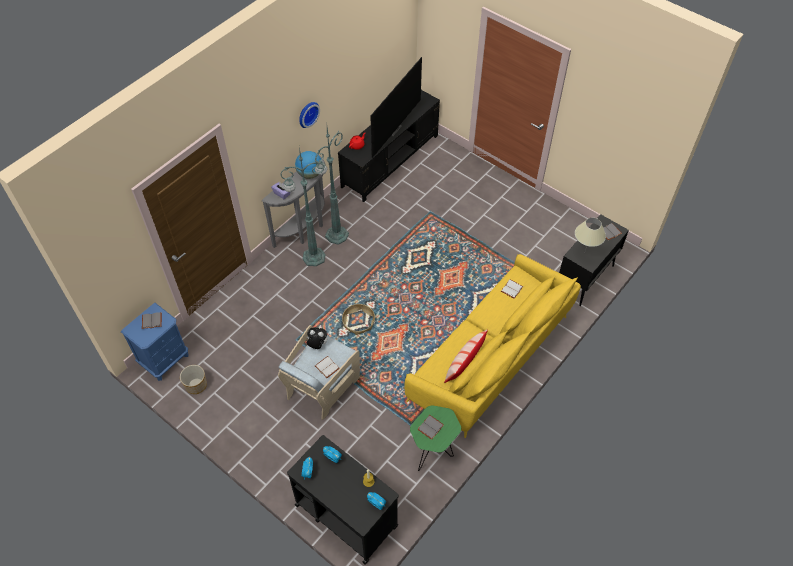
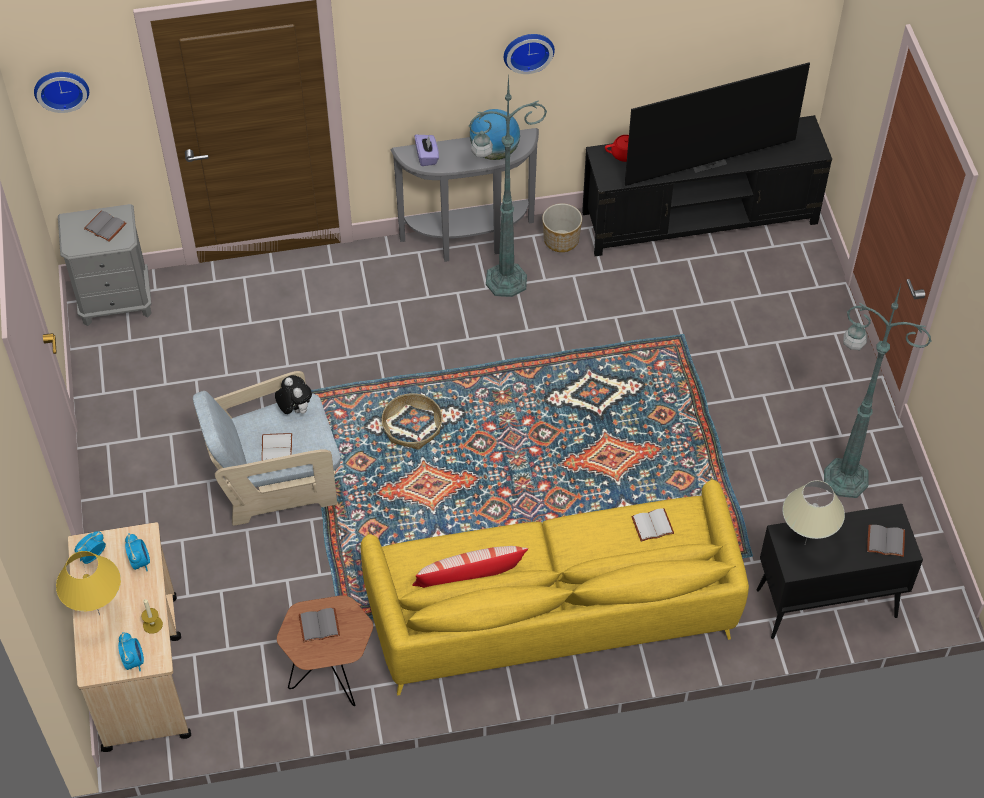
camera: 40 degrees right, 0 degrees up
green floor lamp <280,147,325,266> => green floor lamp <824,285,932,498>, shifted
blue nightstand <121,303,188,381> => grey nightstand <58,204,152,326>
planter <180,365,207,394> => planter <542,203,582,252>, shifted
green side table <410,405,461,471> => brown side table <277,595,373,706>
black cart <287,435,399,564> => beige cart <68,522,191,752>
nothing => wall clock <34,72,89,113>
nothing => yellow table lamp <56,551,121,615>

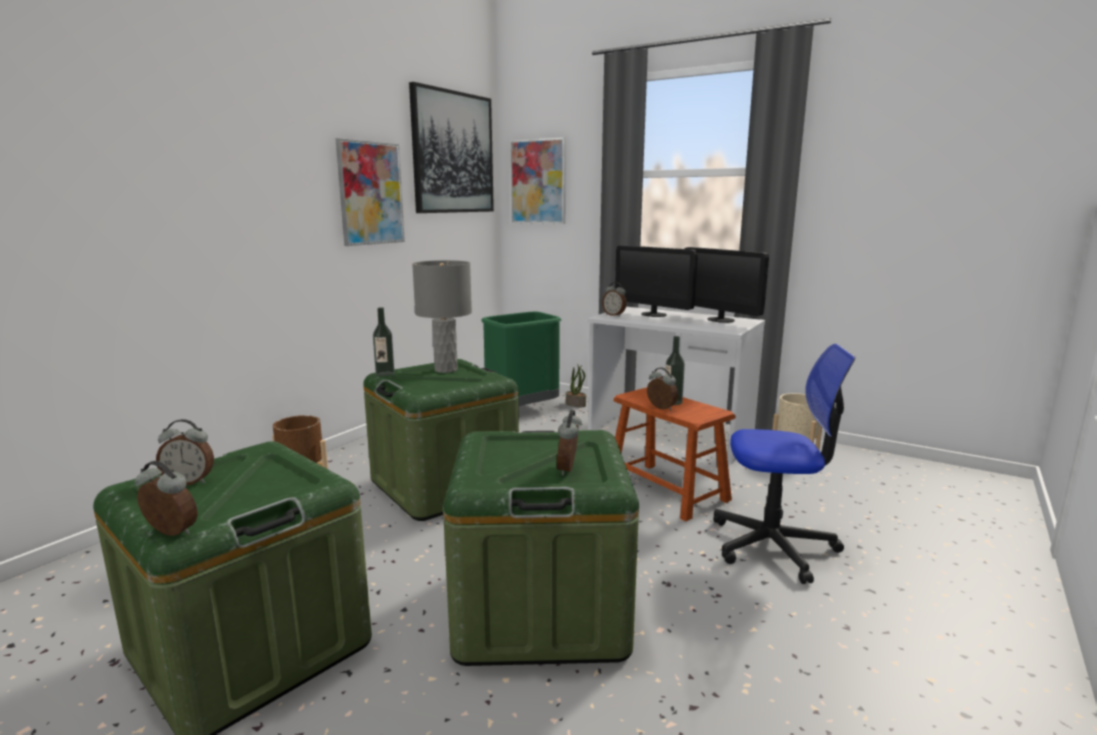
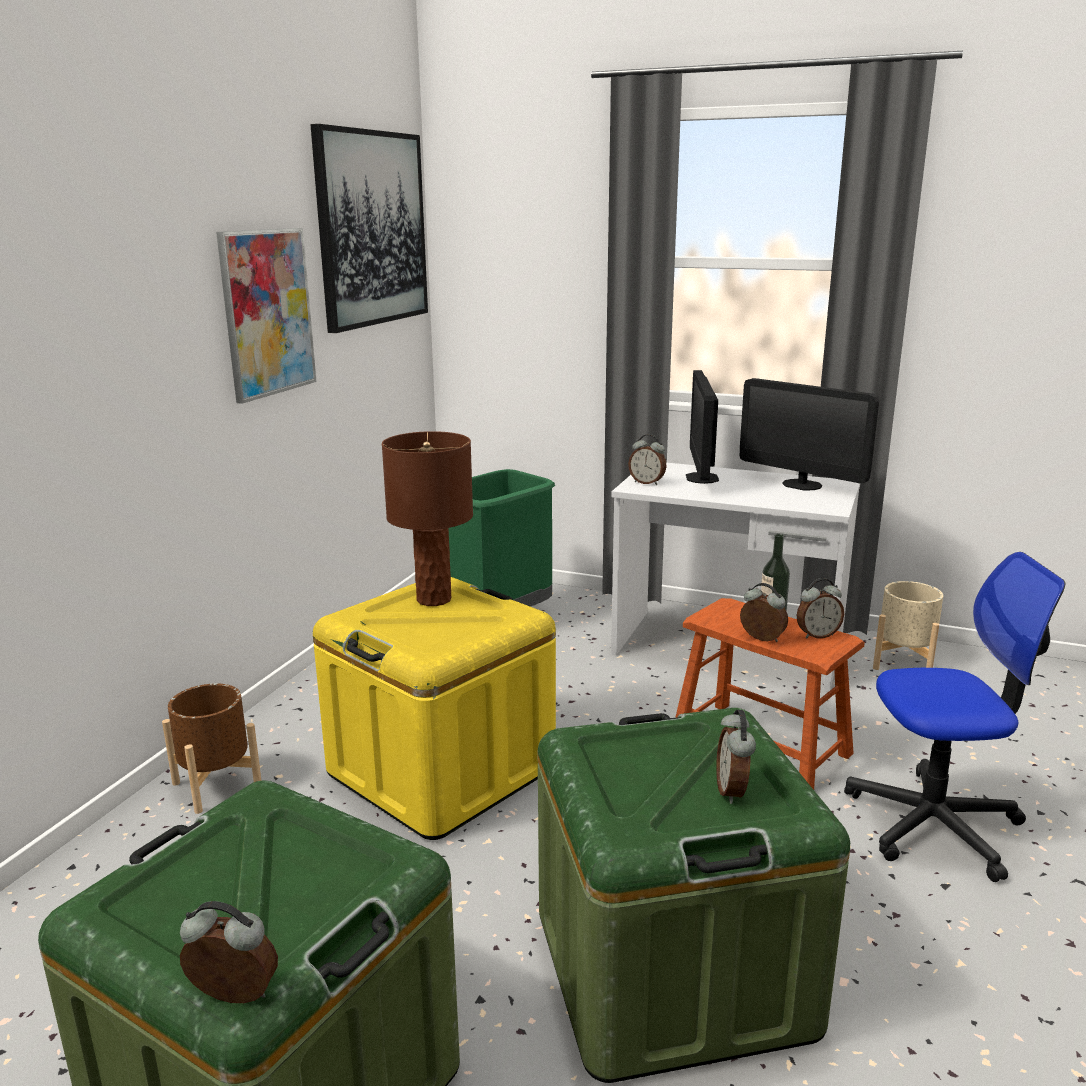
camera: 10 degrees left, 5 degrees up
picture <510,137,566,224> => nothing
monitor <615,245,698,317> => monitor <686,370,719,484>, 60 degrees clockwise
grey table lamp <412,260,472,373> => brown table lamp <382,431,473,606>
bottle <373,307,394,377> => nothing
green storage box <363,359,519,521> => yellow storage box <313,577,556,840>
potted plant <566,364,586,407> => nothing
alarm clock <156,419,214,486> => alarm clock <797,578,844,639>, shifted

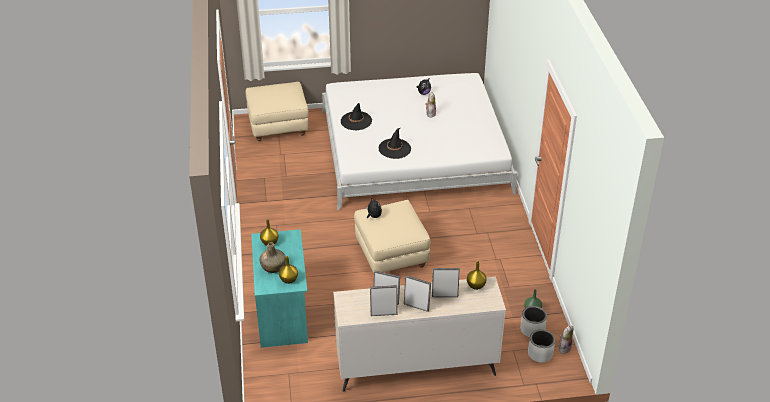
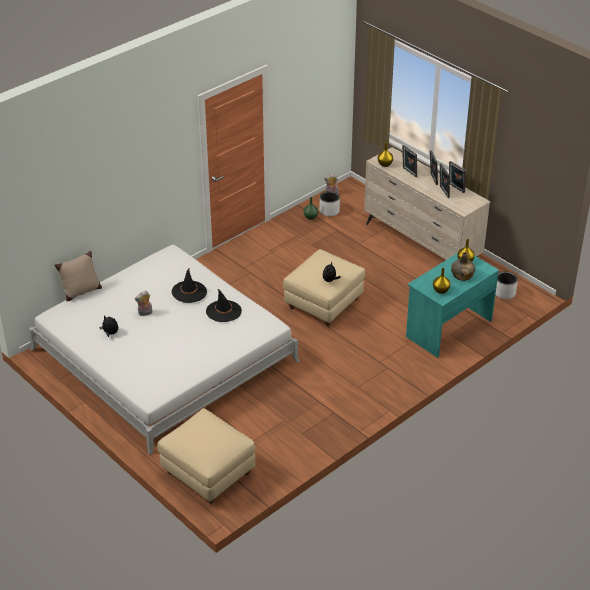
camera: 125 degrees left, 0 degrees up
black hat <341,103,372,130> => black hat <171,267,207,303>, shifted
white planter <528,329,555,362> => white planter <495,271,518,299>, shifted
nothing => beige pillow <54,251,102,302>

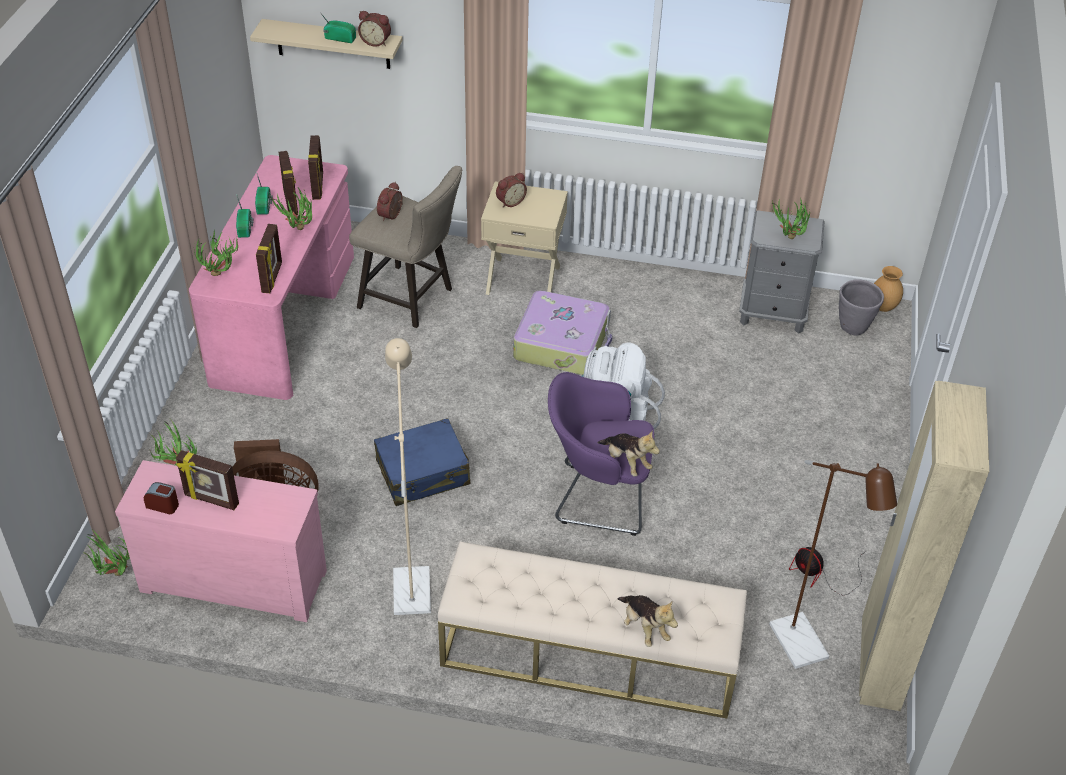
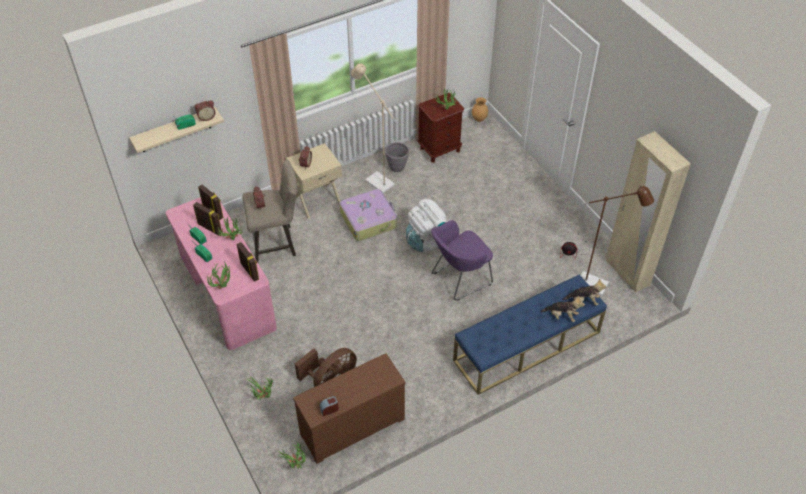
camera: 40 degrees left, 5 degrees up
grey nightstand <739,210,825,334> => brown nightstand <417,93,464,163>
grey planter <839,279,884,335> => grey planter <385,142,409,172>, shifted
beige floor lamp <385,338,431,615> => beige floor lamp <351,63,397,193>, shifted
blue suitcase <374,418,470,506> => nothing
plush toy <597,430,660,476> => plush toy <563,279,606,305>, shifted
picture frame <176,450,239,510> => nothing
pink dresser <115,460,327,622> => brown dresser <293,353,405,464>
beige bench <438,541,747,719> => blue bench <453,275,607,395>

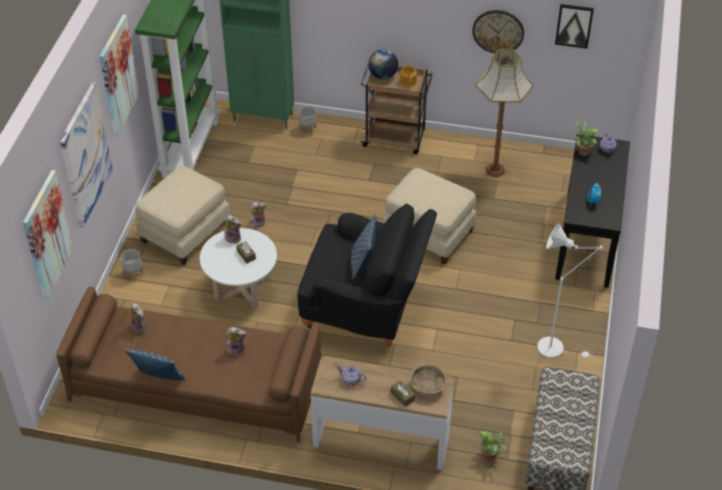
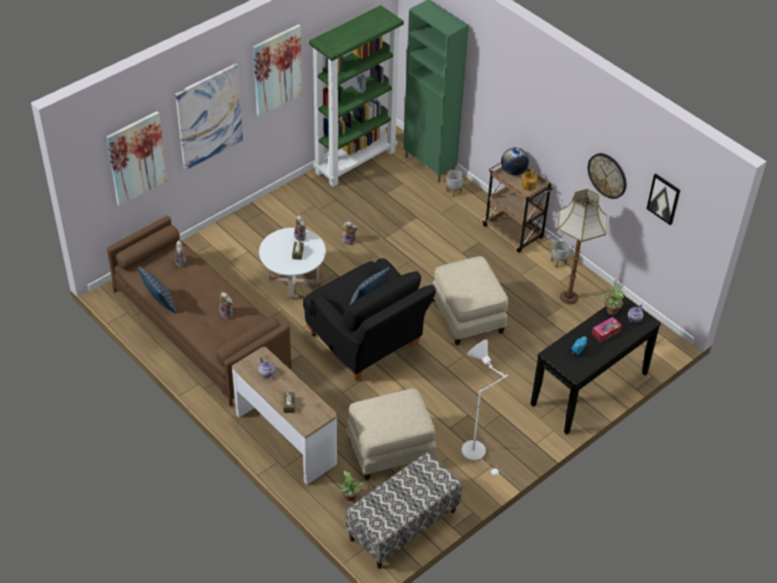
camera: 35 degrees right, 0 degrees up
beige ottoman <135,166,231,265> => beige ottoman <346,389,437,481>, shifted
grey planter <121,249,144,281> => grey planter <551,240,570,268>, shifted
beige bowl <410,364,447,395> => nothing
nothing => tissue box <592,317,622,342>

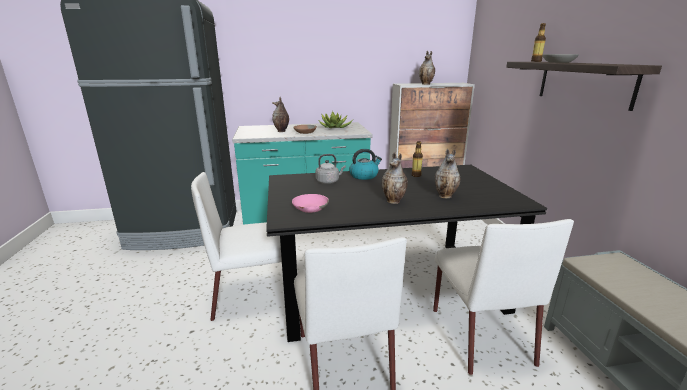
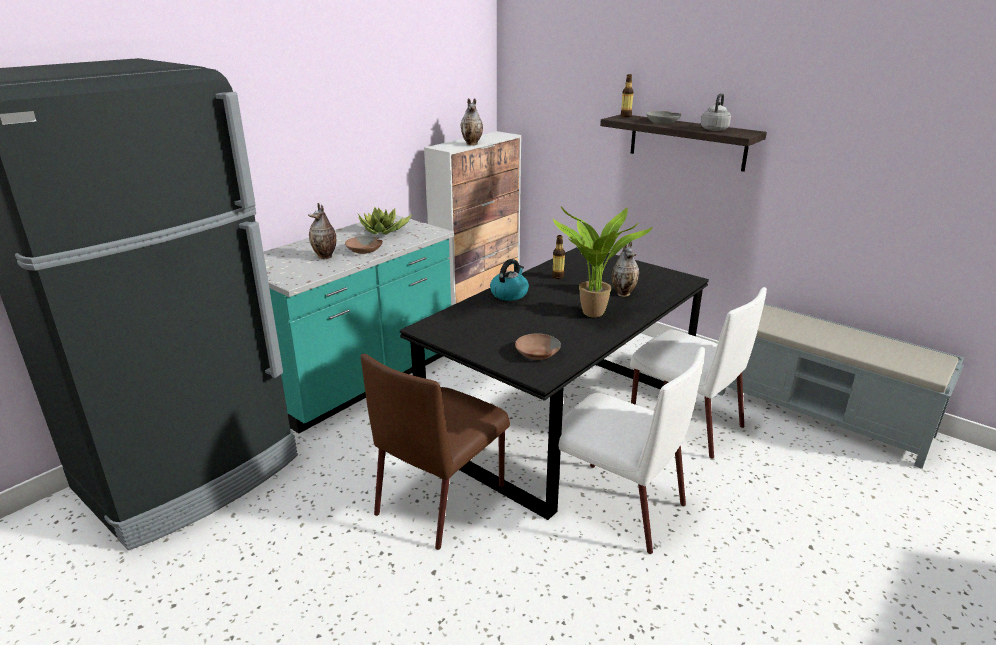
camera: 40 degrees left, 5 degrees up
vase <382,152,408,204> => potted plant <553,206,653,318>
grey kettle <315,154,346,184> => grey kettle <701,93,731,131>, shifted
white chair <191,172,282,321> => brown chair <361,354,510,550>
pink bowl <292,194,329,213> => brown bowl <515,334,561,360>

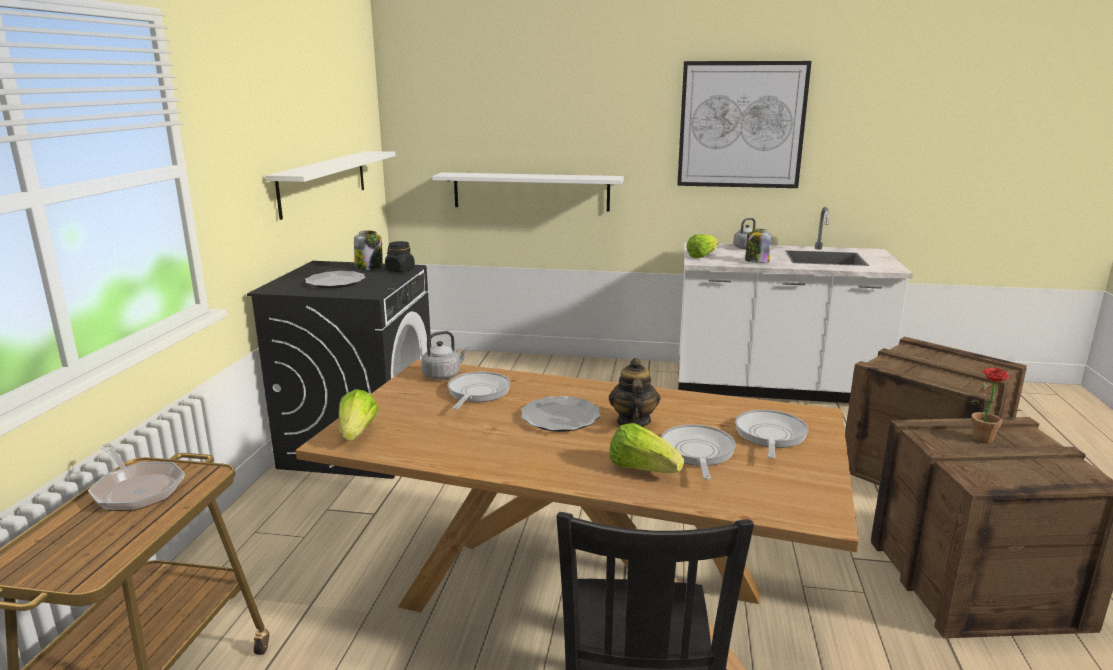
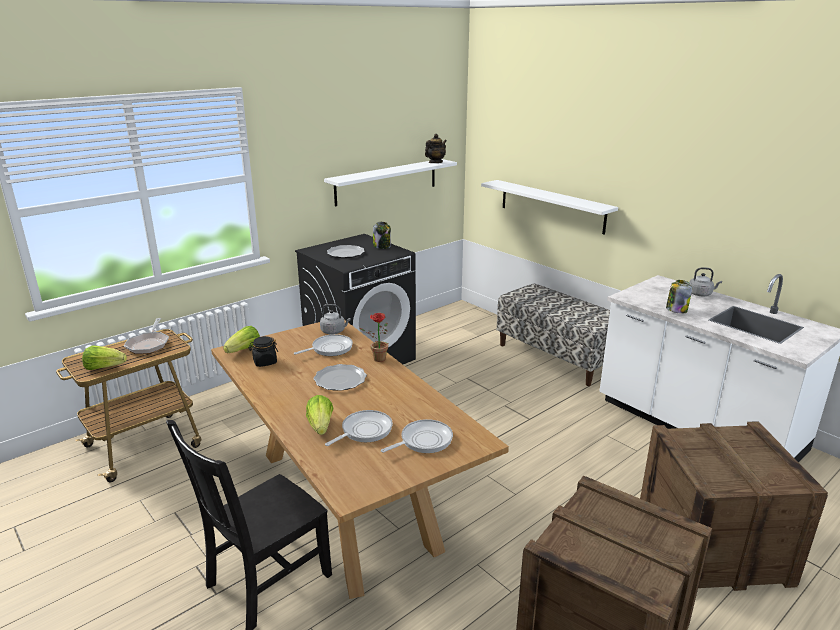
camera: 40 degrees right, 5 degrees up
picture <677,61,812,188> => nothing
lettuce <686,235,719,258> => lettuce <82,346,127,370>, shifted
black jar <385,241,415,272> => black jar <249,336,278,367>, shifted
teapot <609,358,661,427> => teapot <425,134,447,163>, shifted
potted plant <969,368,1020,444> => potted plant <359,313,390,362>, shifted
nothing => bench <497,284,610,386>

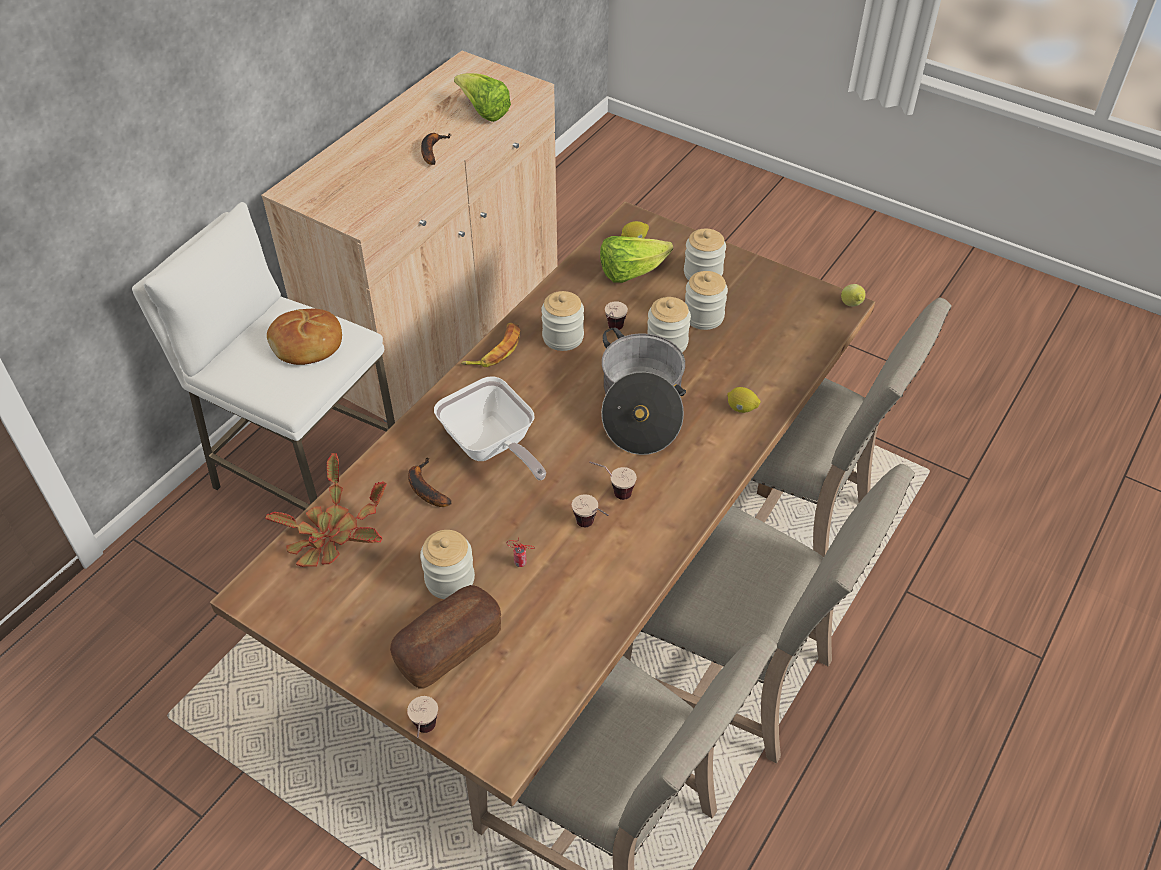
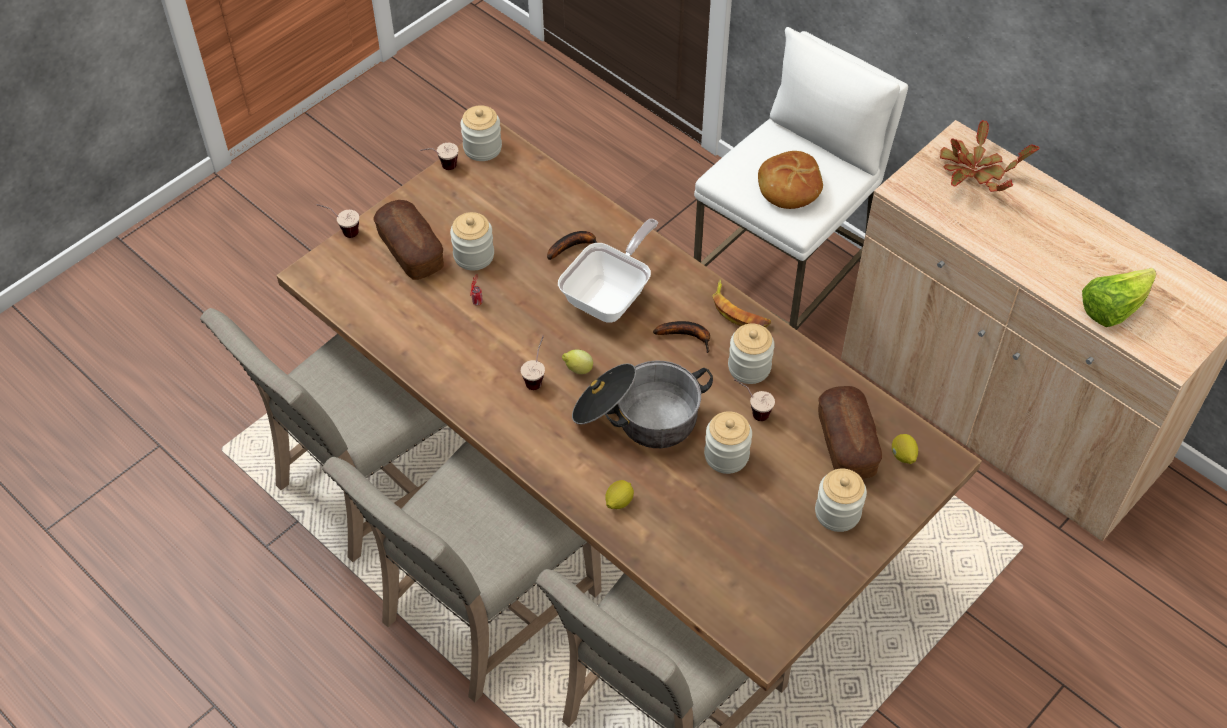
camera: 100 degrees right, 5 degrees up
banana <421,133,451,165> => banana <653,321,710,353>, shifted
lettuce <600,236,673,283> => bread <818,386,882,479>
jar <685,271,728,330> => jar <460,105,502,161>, shifted
lemon <841,284,865,306> => lemon <562,349,593,374>, shifted
frying pan <434,376,546,480> => frying pan <558,219,658,323>, 150 degrees clockwise
potted plant <265,453,387,567> => potted plant <940,120,1039,192>, shifted
cup <572,494,609,527> => cup <420,143,458,170>, shifted

